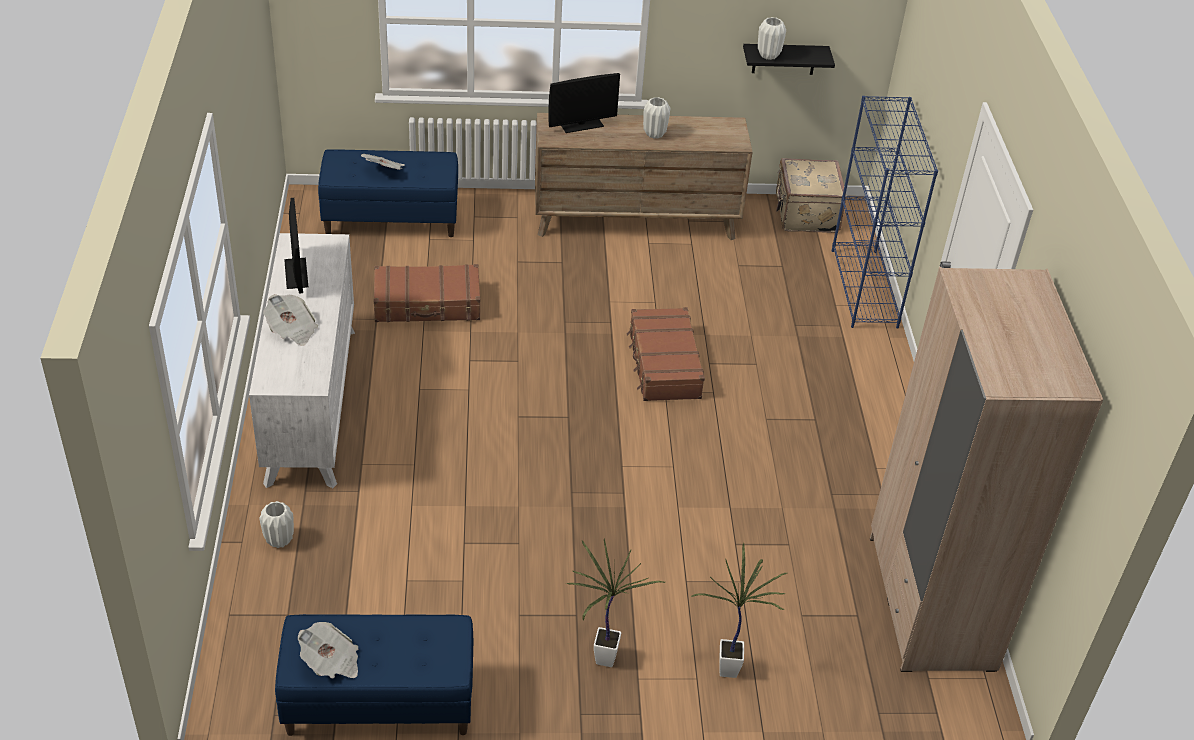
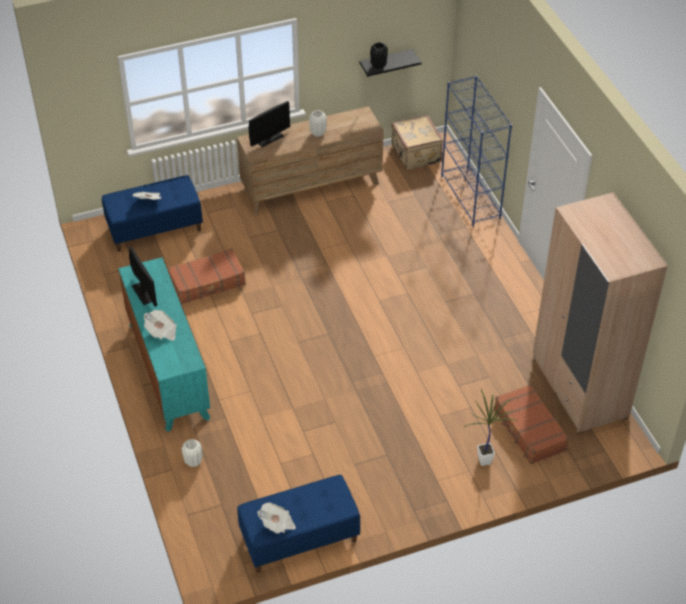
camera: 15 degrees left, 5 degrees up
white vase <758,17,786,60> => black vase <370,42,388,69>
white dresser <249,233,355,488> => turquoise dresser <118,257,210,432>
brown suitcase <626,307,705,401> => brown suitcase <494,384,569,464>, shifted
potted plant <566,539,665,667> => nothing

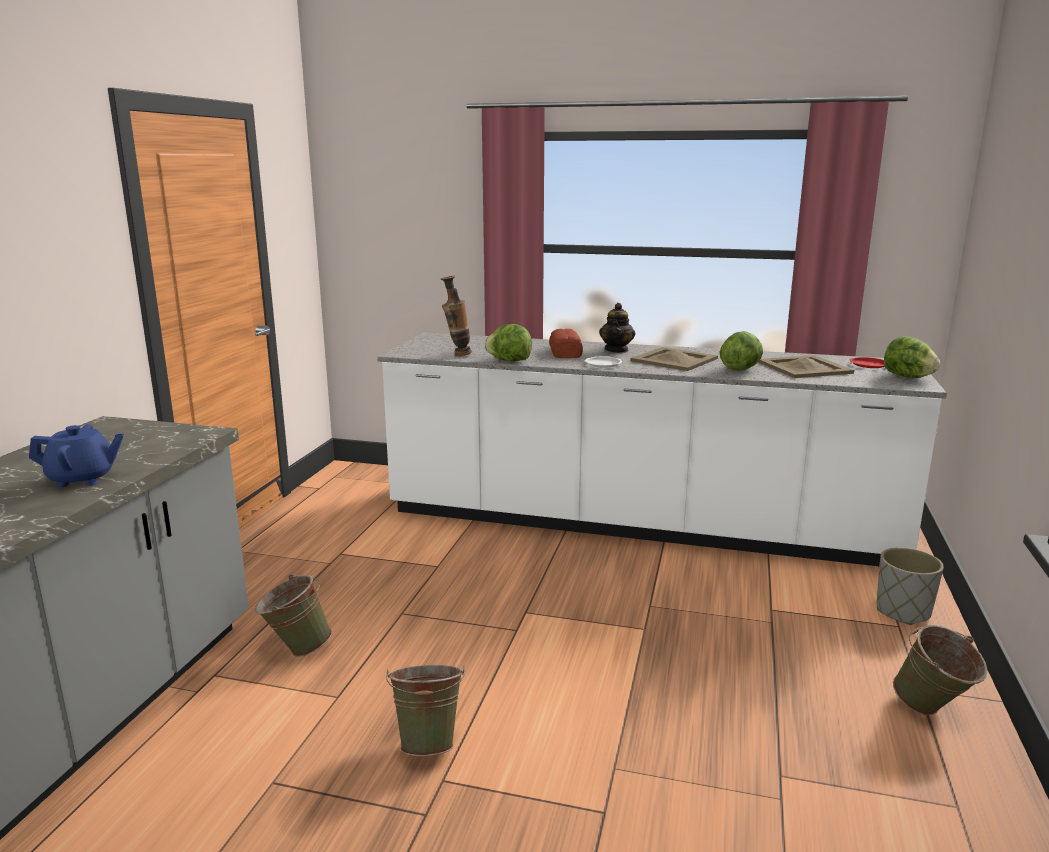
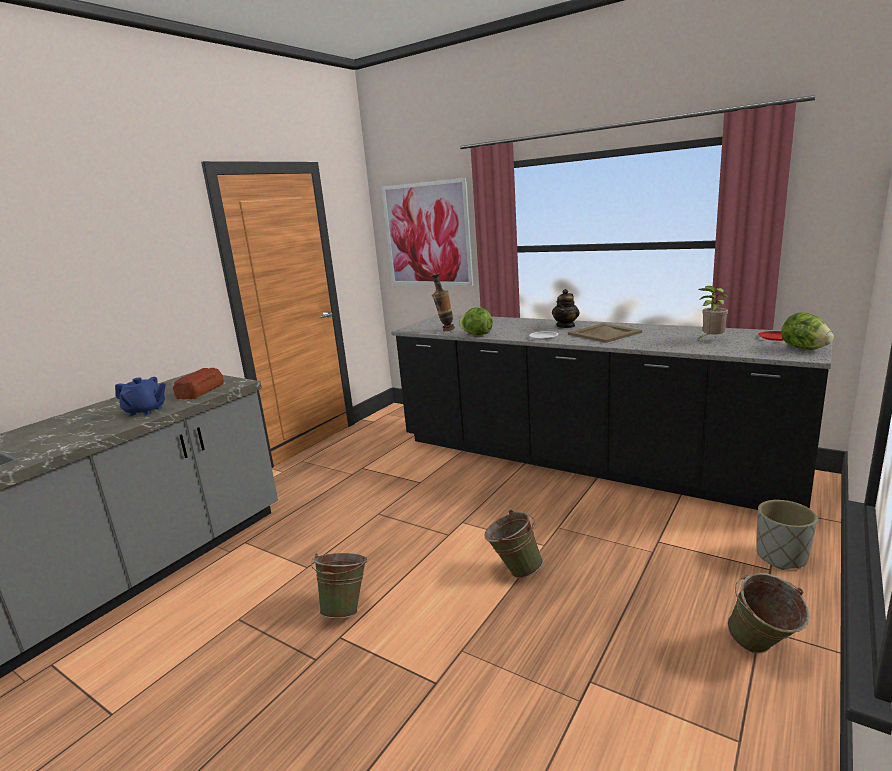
camera: 20 degrees right, 0 degrees up
bread <549,329,583,358> => bread <173,368,224,399>, shifted
lettuce <719,331,763,371> => nothing
white counter <377,333,947,566> => black counter <391,315,832,510>
beige tray <758,355,854,378> => potted plant <698,286,729,339>
green bucket <255,574,332,657> => green bucket <484,510,543,578>, shifted
nothing => picture <382,178,473,286>

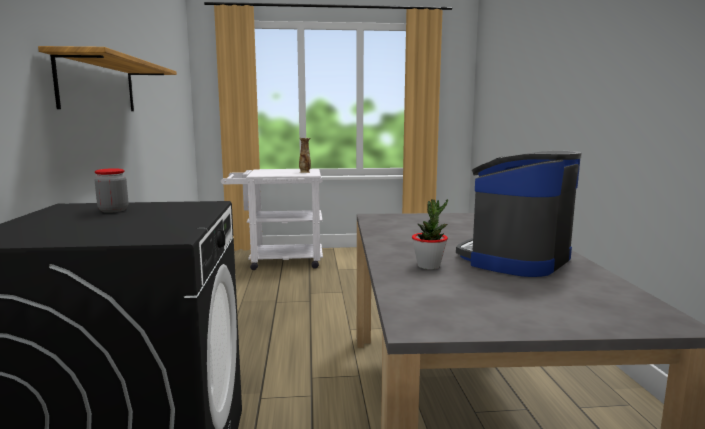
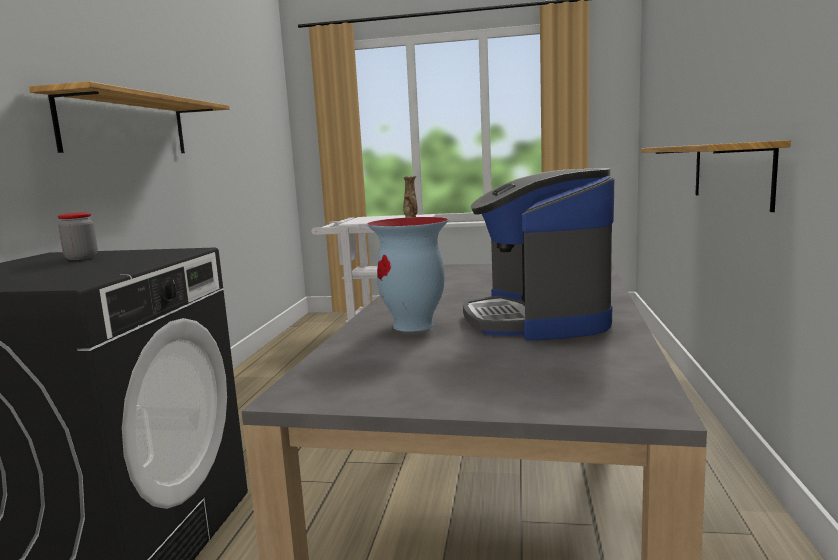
camera: 15 degrees right, 0 degrees up
coffee machine <456,151,582,277> => coffee machine <463,168,614,341>, 60 degrees counterclockwise
potted plant <412,199,448,270> => vase <367,217,449,332>
nothing => shelf <641,140,791,212>

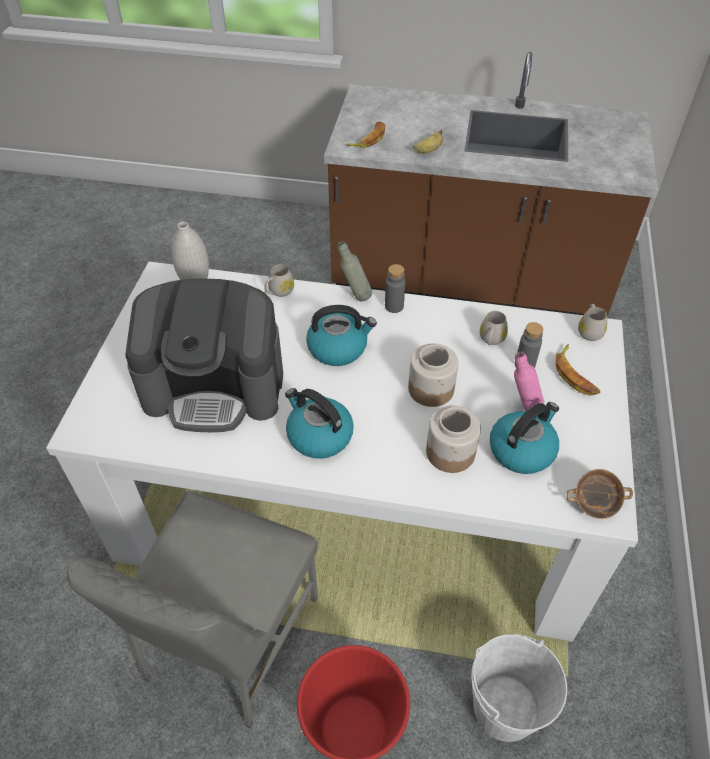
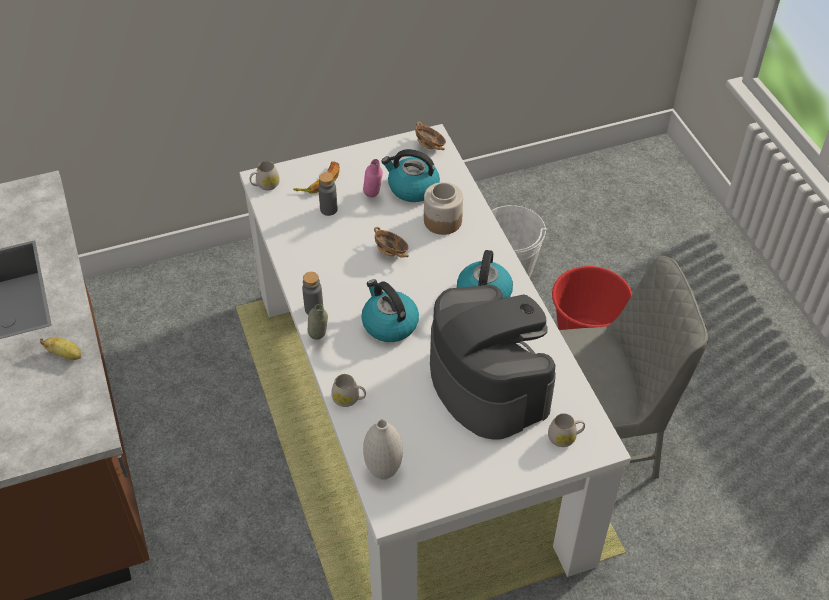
camera: 120 degrees left, 0 degrees up
banana <346,122,385,148> => nothing
white mug <480,311,508,345> => white mug <548,413,585,447>, shifted
jar <408,344,458,407> => bowl <374,227,409,258>

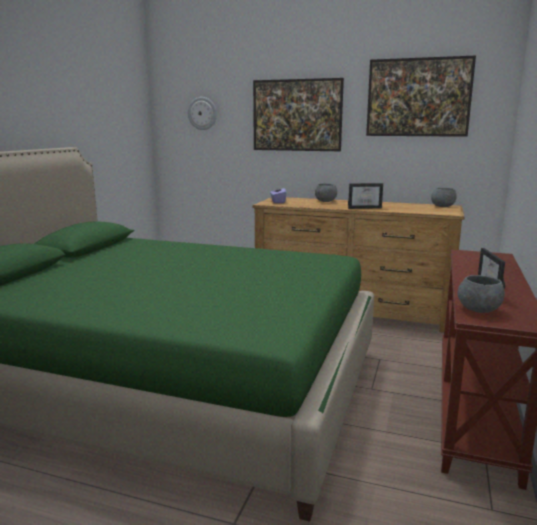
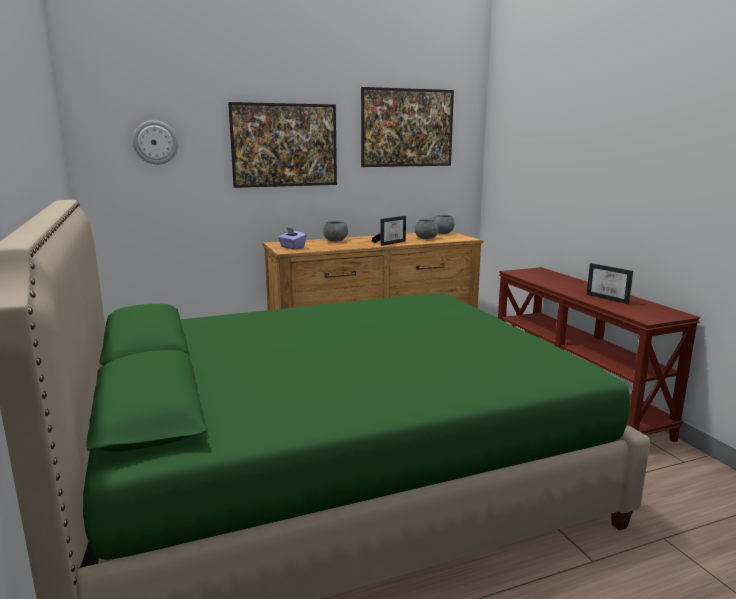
camera: 40 degrees left, 0 degrees up
grey bowl <457,275,505,313> => grey bowl <415,219,439,239>, shifted

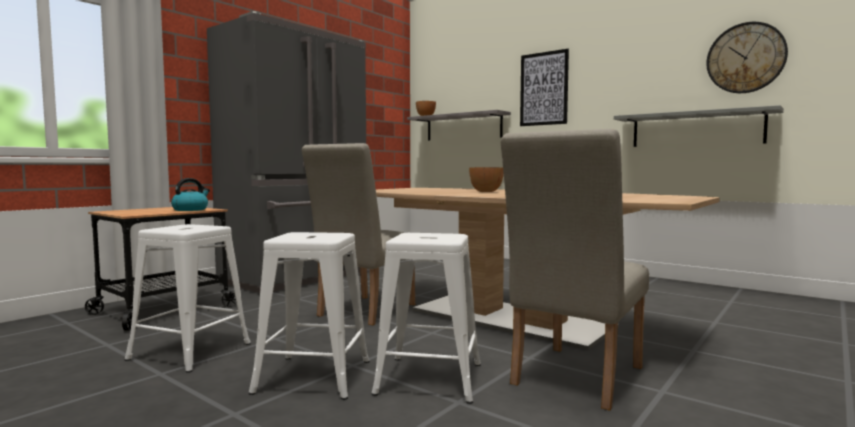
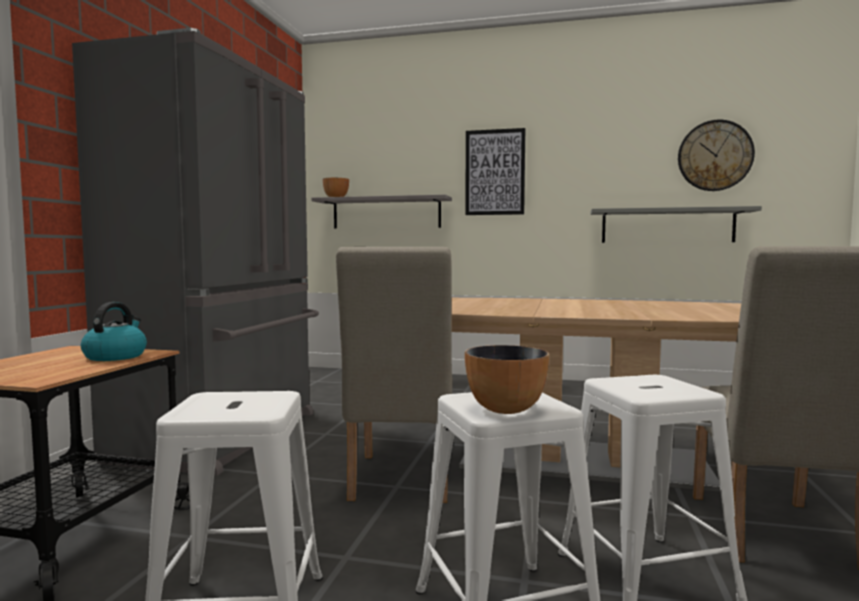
camera: 25 degrees left, 0 degrees up
bowl <469,167,504,192> => bowl <465,345,549,414>, shifted

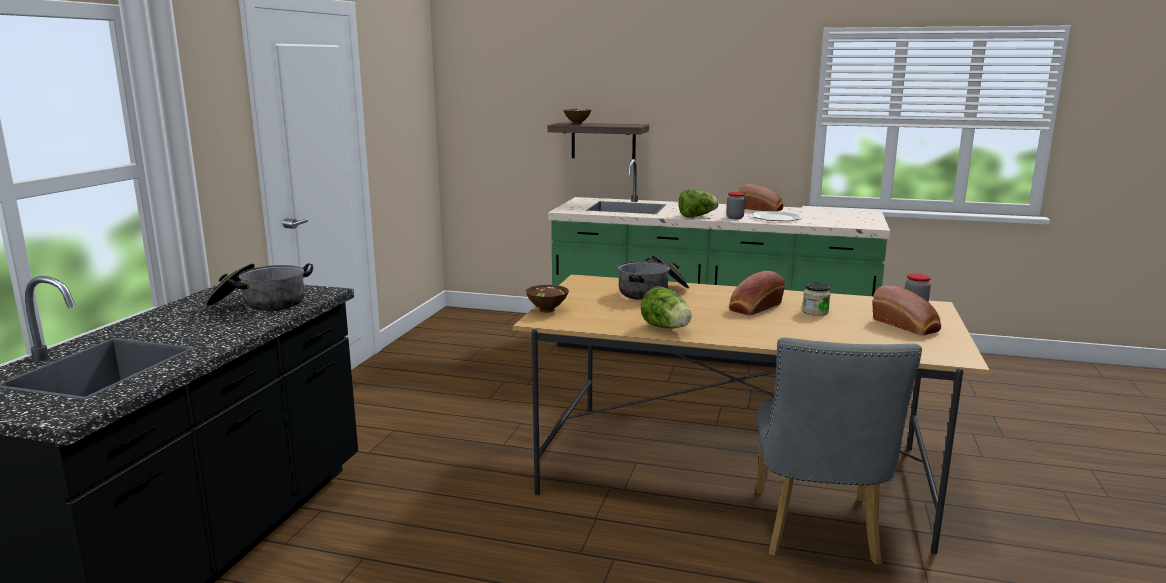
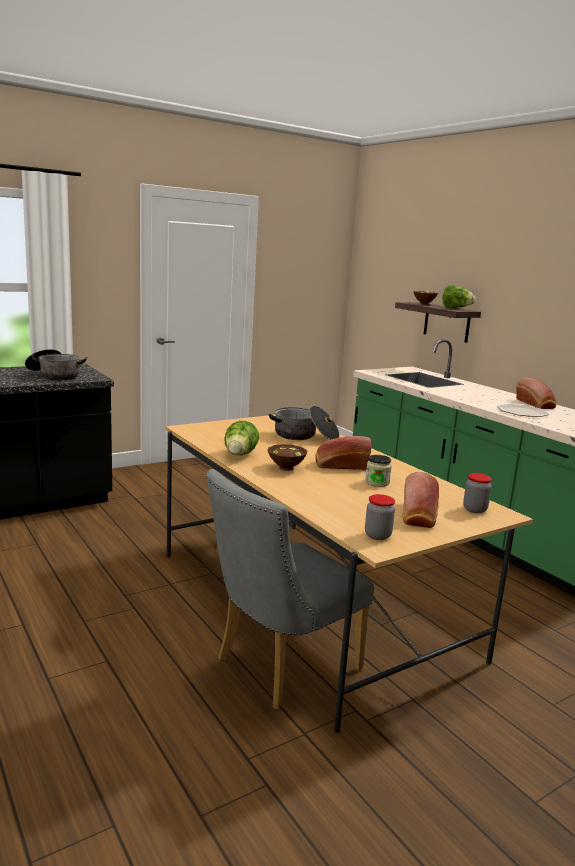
camera: 40 degrees right, 0 degrees up
lettuce <679,189,719,217> => lettuce <443,285,475,308>, shifted
jar <726,192,745,219> => jar <365,494,395,540>, shifted
brown bowl <525,285,569,313> => brown bowl <267,444,307,471>, shifted

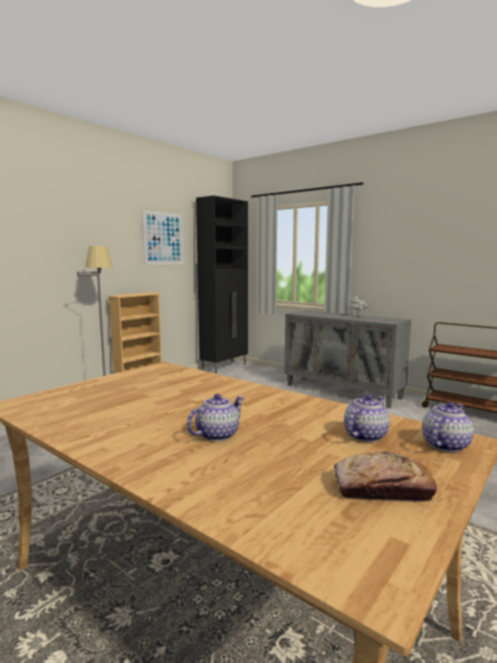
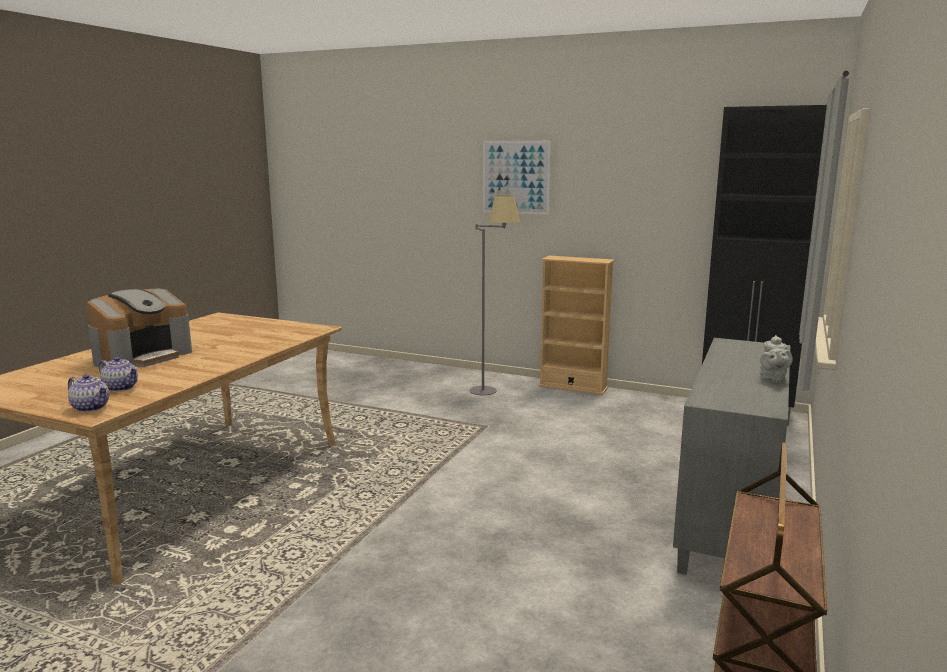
camera: 75 degrees right, 5 degrees up
picture <142,211,184,264> => picture <483,141,551,215>, shifted
teapot <187,394,245,441> => coffee machine <87,289,192,368>
bread <334,452,437,502> => nothing

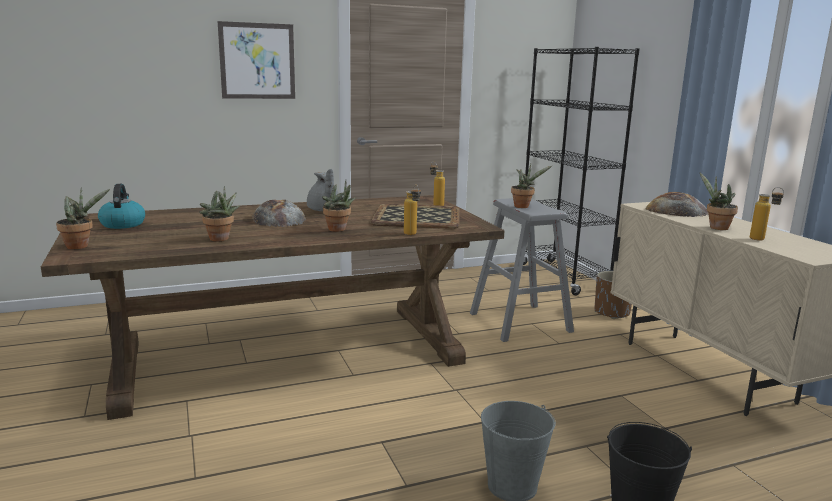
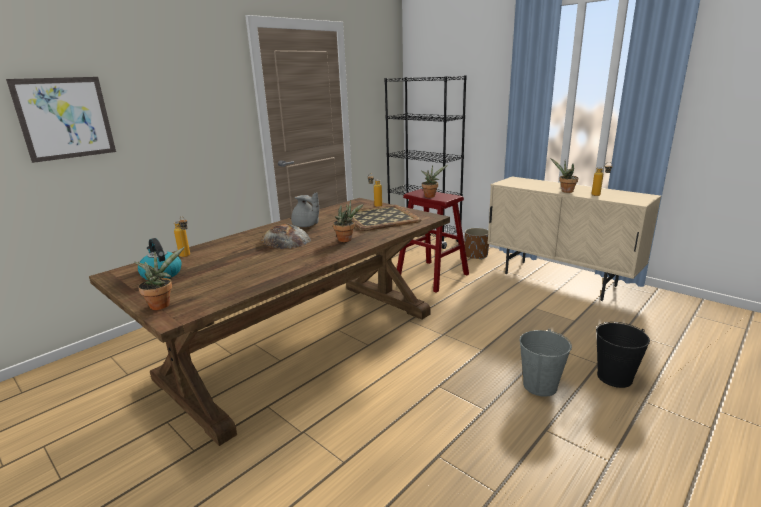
camera: 25 degrees left, 5 degrees up
picture <218,21,295,99> => picture <6,77,116,163>, shifted
bottle <404,184,421,235> => bottle <174,216,190,257>, shifted
potted plant <200,186,240,241> => nothing
bread <645,192,709,217> => nothing
grey stool <470,198,574,342> => red stool <397,189,469,293>

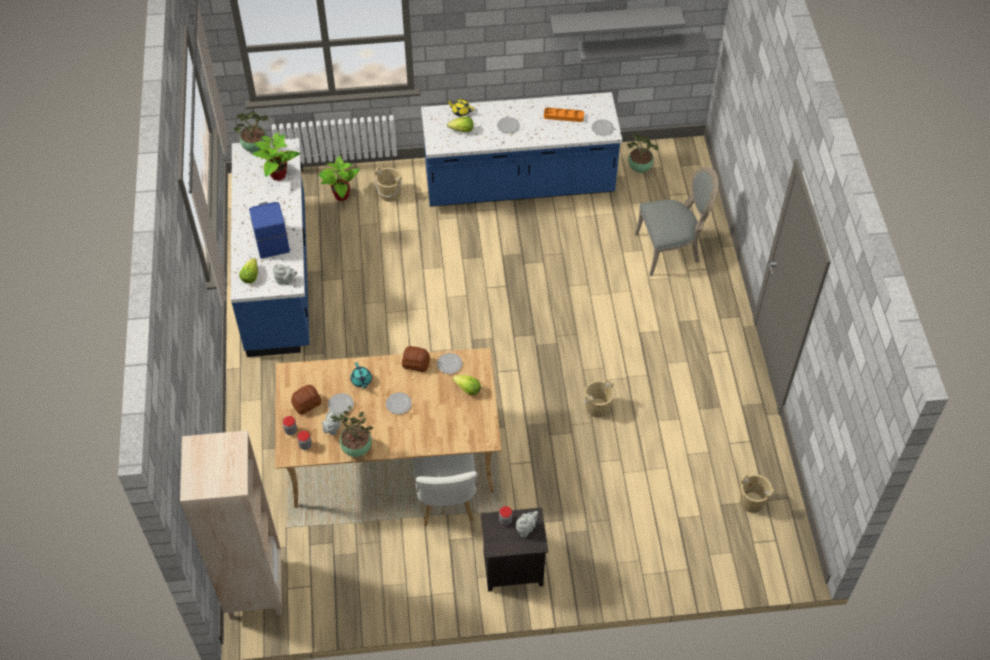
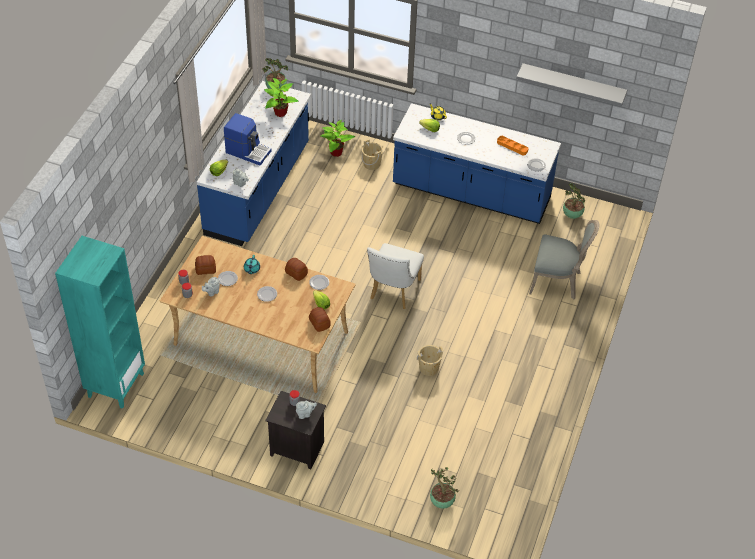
camera: 25 degrees right, 5 degrees down
grey shelf <577,31,710,62> => nothing
coffee machine <249,202,290,259> => coffee machine <224,113,271,166>, 105 degrees clockwise
potted plant <332,406,374,457> => potted plant <430,467,460,509>, shifted
beige bookcase <180,430,282,620> => turquoise bookcase <55,236,145,409>
white chair <413,453,477,526> => white chair <367,243,424,309>, shifted
beige bucket <740,473,774,513> => nothing
nothing => bread <309,307,331,332>

